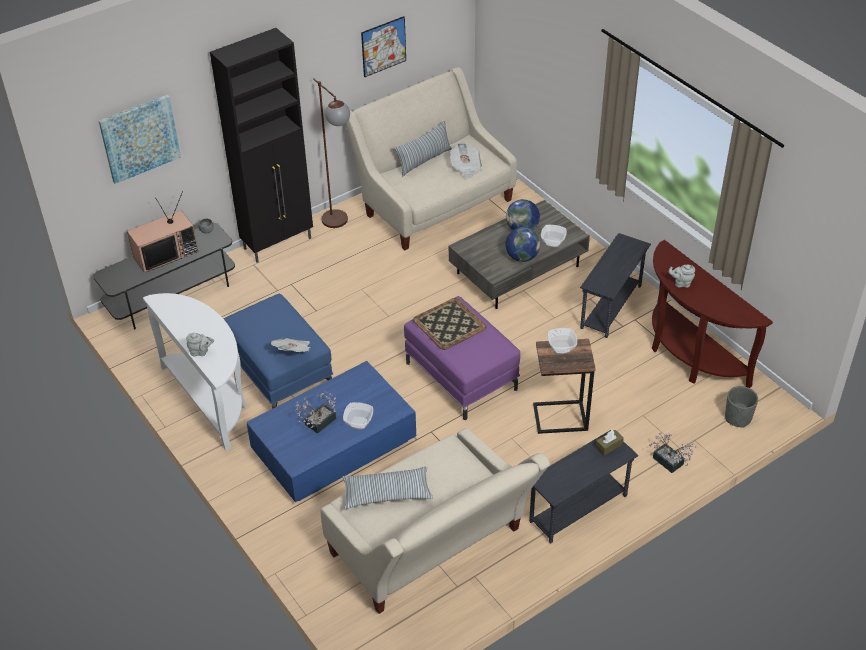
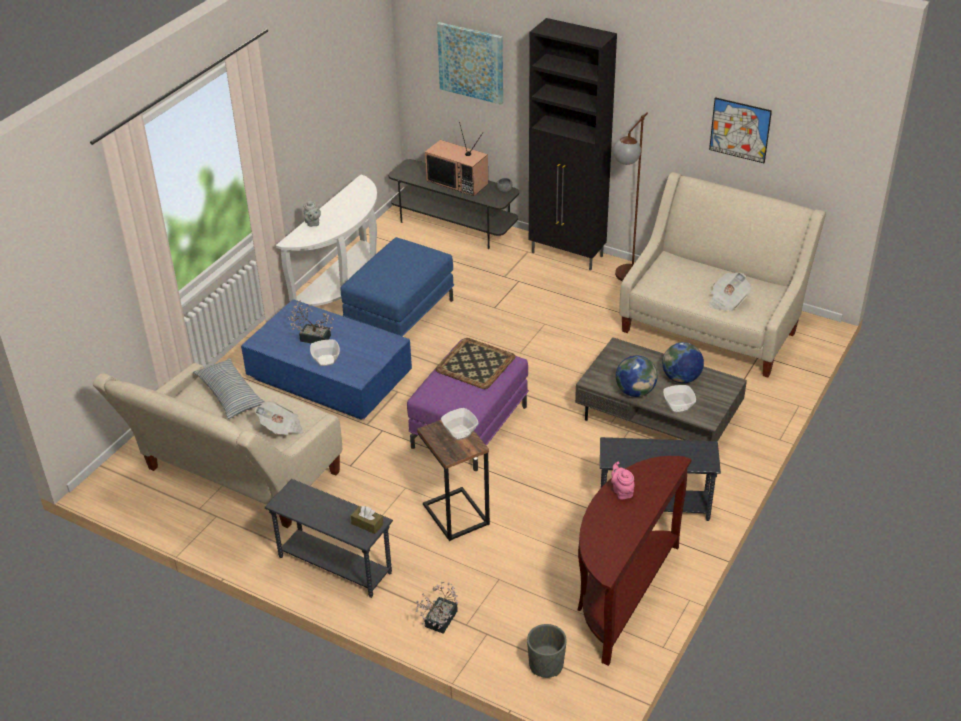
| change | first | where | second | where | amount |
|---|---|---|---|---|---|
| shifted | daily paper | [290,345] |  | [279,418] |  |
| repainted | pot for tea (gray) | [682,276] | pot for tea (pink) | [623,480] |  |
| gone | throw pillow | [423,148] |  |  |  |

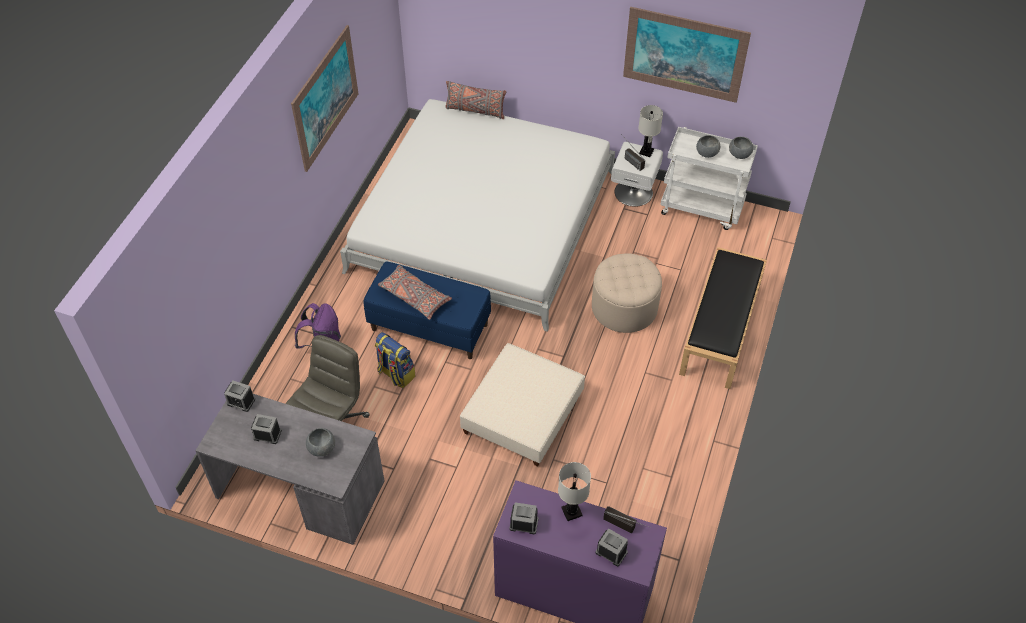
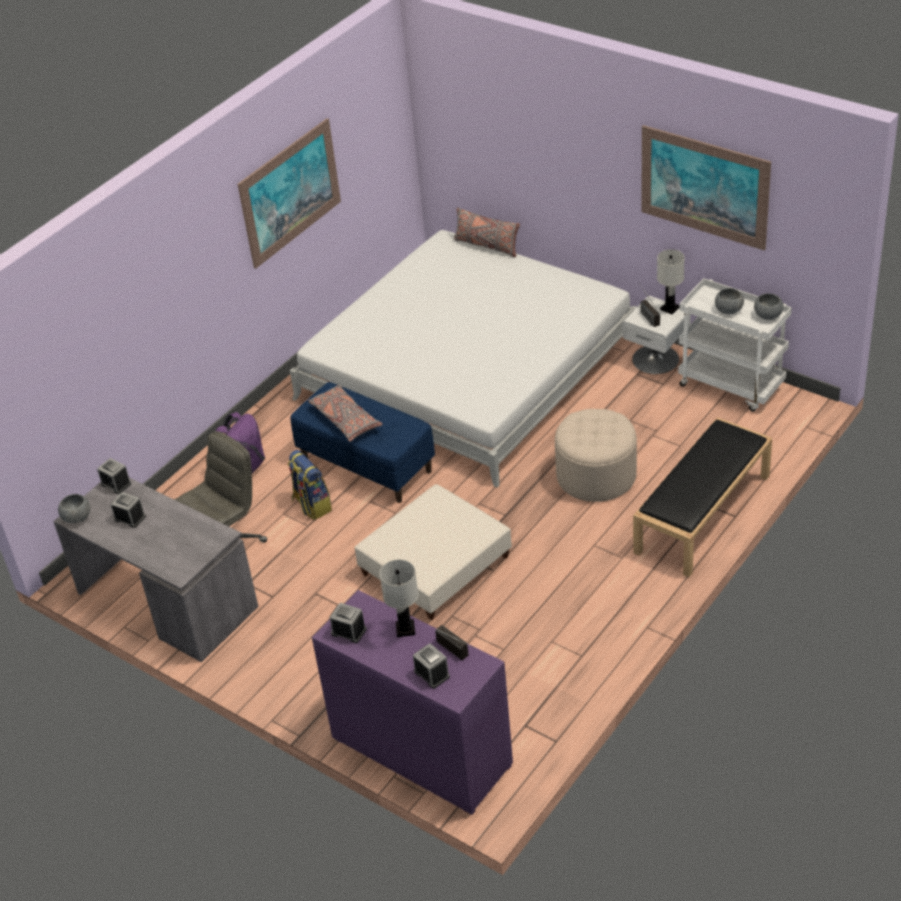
| change | first | where | second | where | amount |
|---|---|---|---|---|---|
| shifted | serving bowl (gray) | [320,442] |  | [74,508] |  |

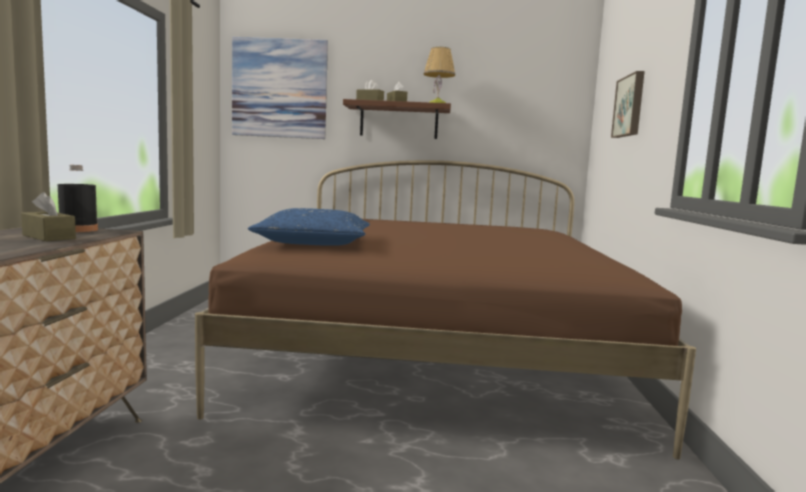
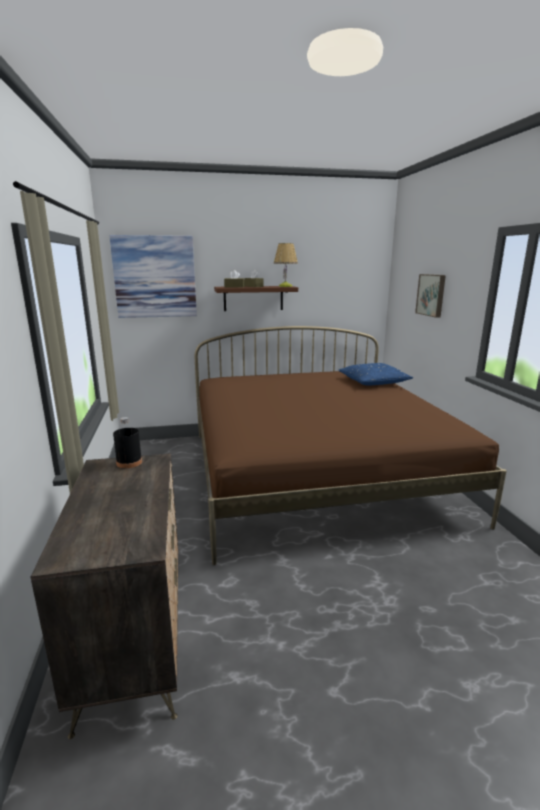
| change | first | where | second | where | amount |
|---|---|---|---|---|---|
| shifted | throw pillow (blue-coloured) | [309,227] |  | [375,374] |  |
| gone | tissue box (brown) | [48,216] |  |  |  |

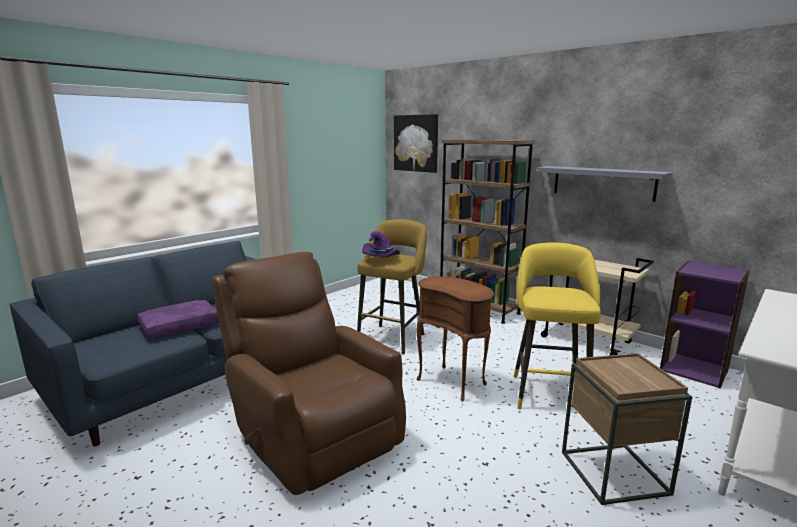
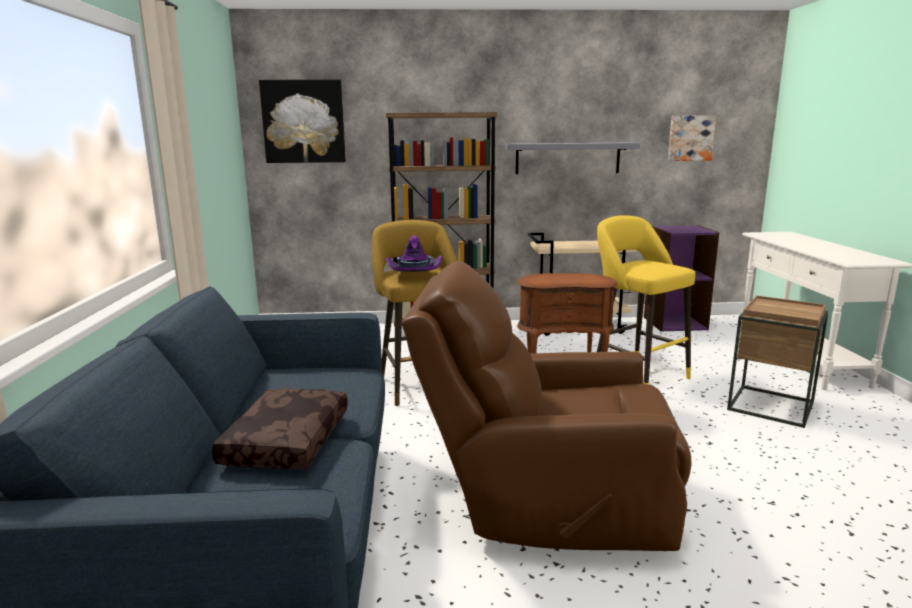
| change | first | where | second | where | amount |
|---|---|---|---|---|---|
| repainted | throw pillow (purple) | [178,319] | throw pillow (brown) | [280,428] |  |
| new |  |  | picture | [692,138] |  |

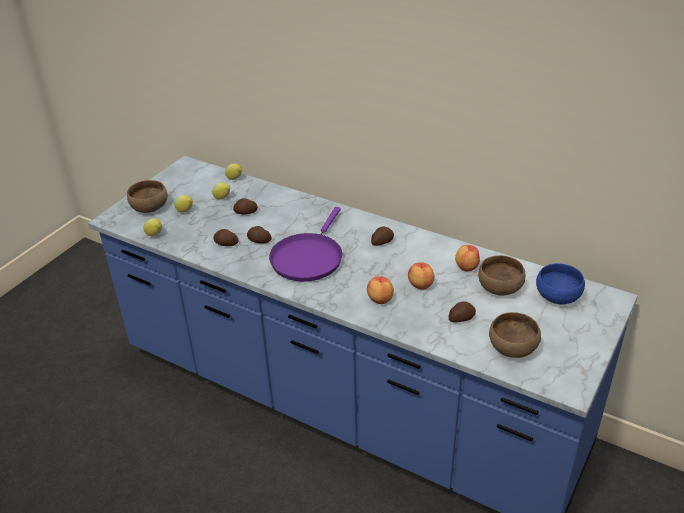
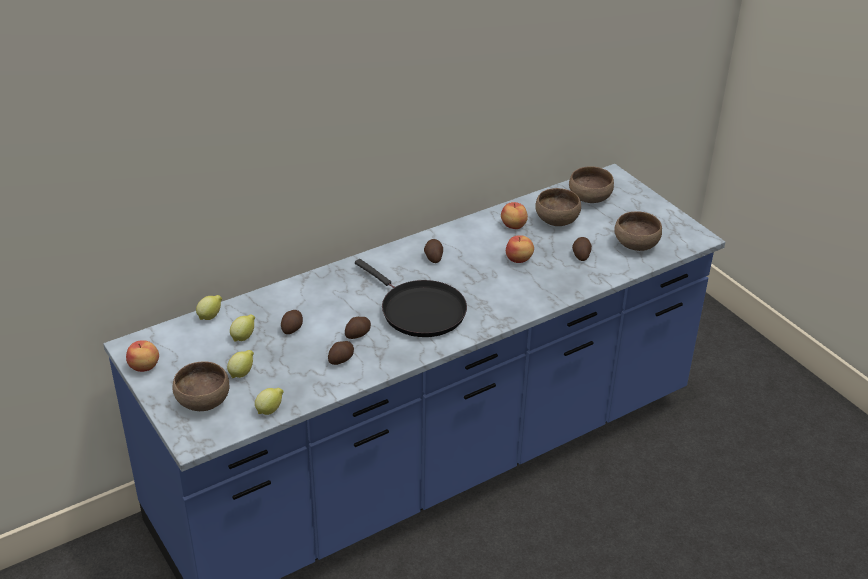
| change | first | where | second | where | amount |
|---|---|---|---|---|---|
| shifted | apple fruit | [380,290] |  | [142,356] |  |
| repainted | skillet (purple) | [305,244] | skillet (black) | [411,298] |  |
| repainted | serving bowl (blue-coloured) | [560,284] | serving bowl (brown) | [591,184] |  |

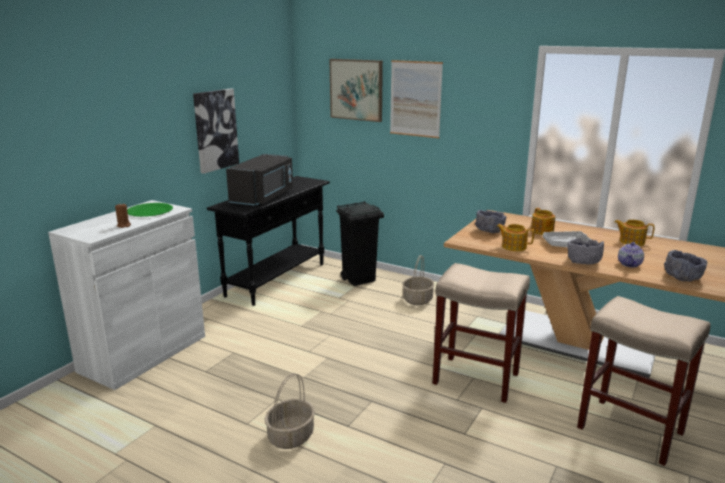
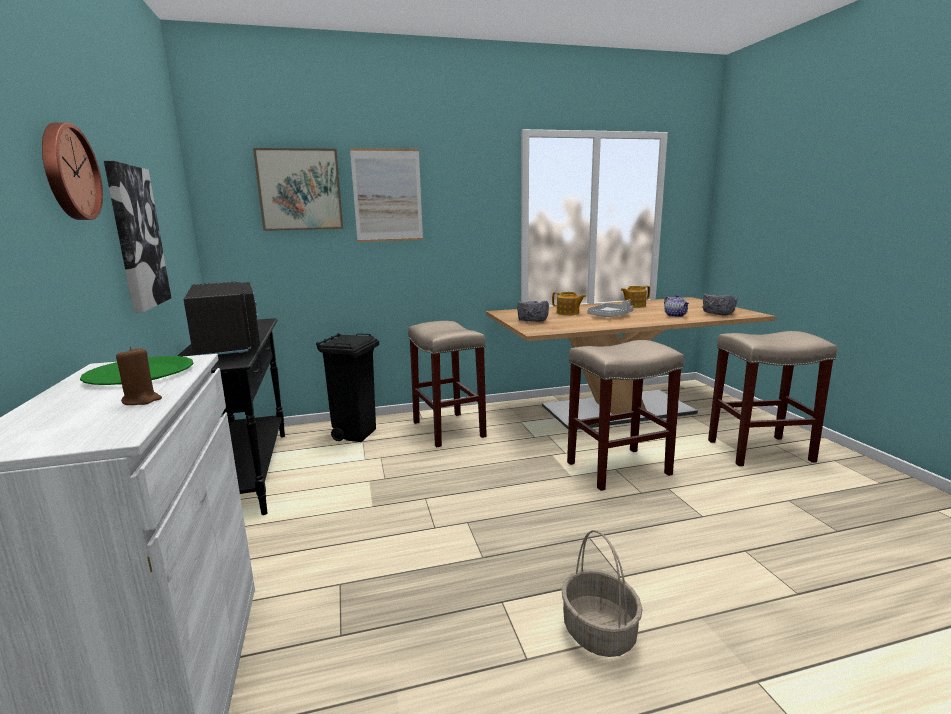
| change | first | where | second | where | amount |
|---|---|---|---|---|---|
| new |  |  | wall clock | [72,171] |  |
| swapped | household basket | [418,280] | stool seat (sand-coloured) | [447,384] |  |
| gone | pot for tea | [515,237] |  |  |  |
| gone | serving bowl (gray) | [585,251] |  |  |  |

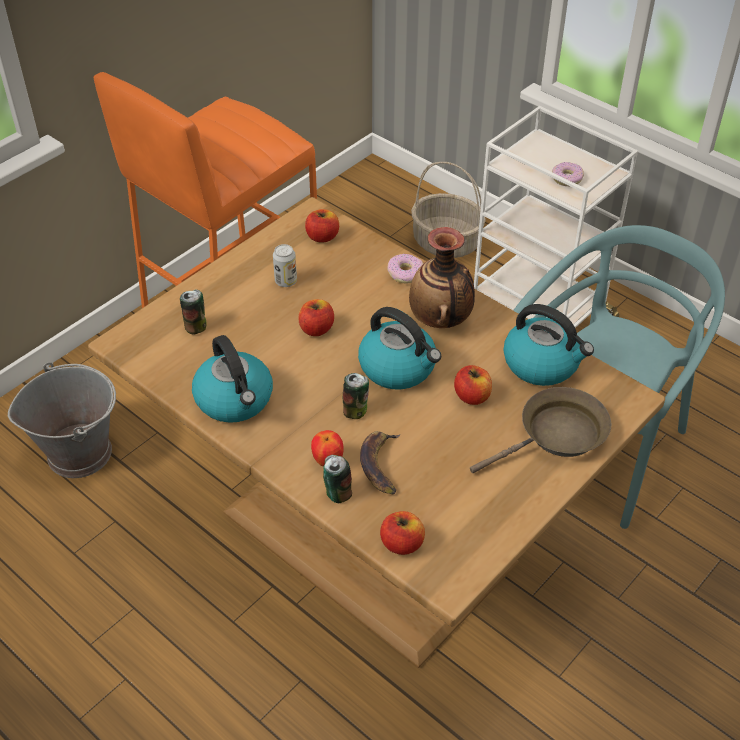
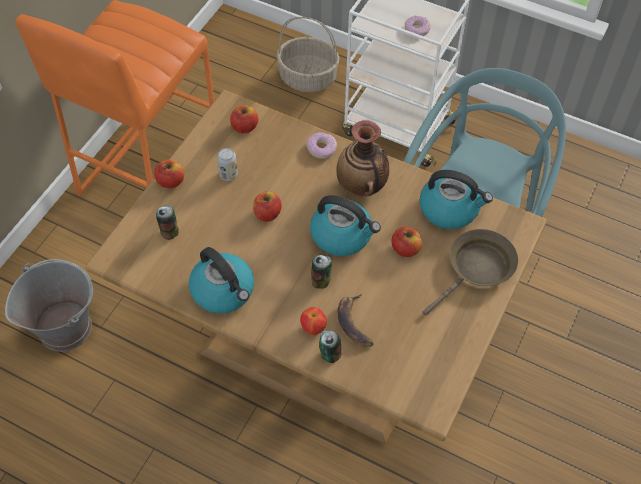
| change | first | where | second | where | amount |
|---|---|---|---|---|---|
| shifted | apple fruit | [402,533] |  | [169,174] |  |

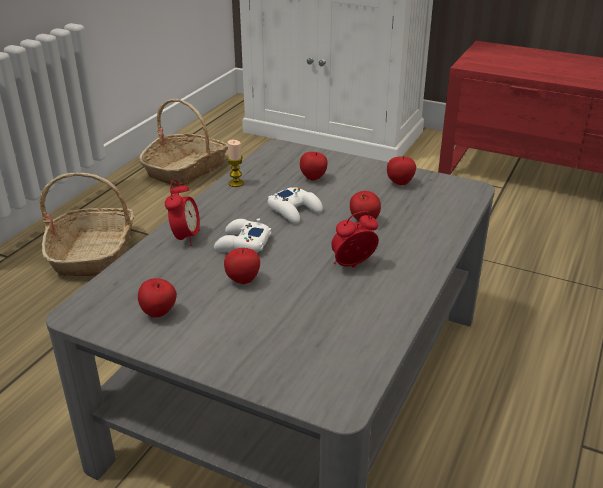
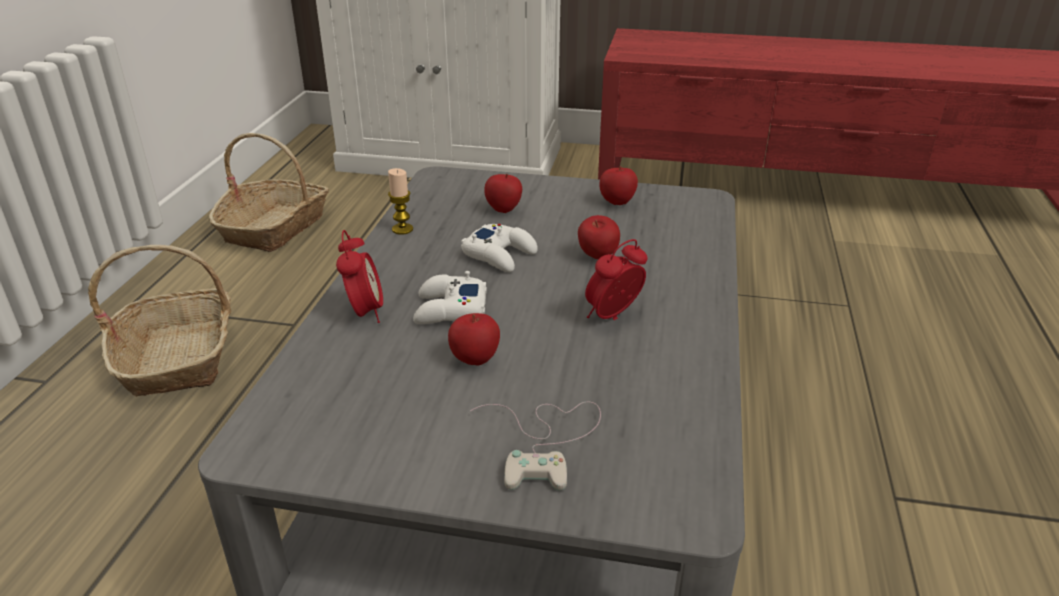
| change | first | where | second | where | amount |
|---|---|---|---|---|---|
| new |  |  | game controller (whitish) | [535,445] |  |
| gone | apple fruit | [157,298] |  |  |  |

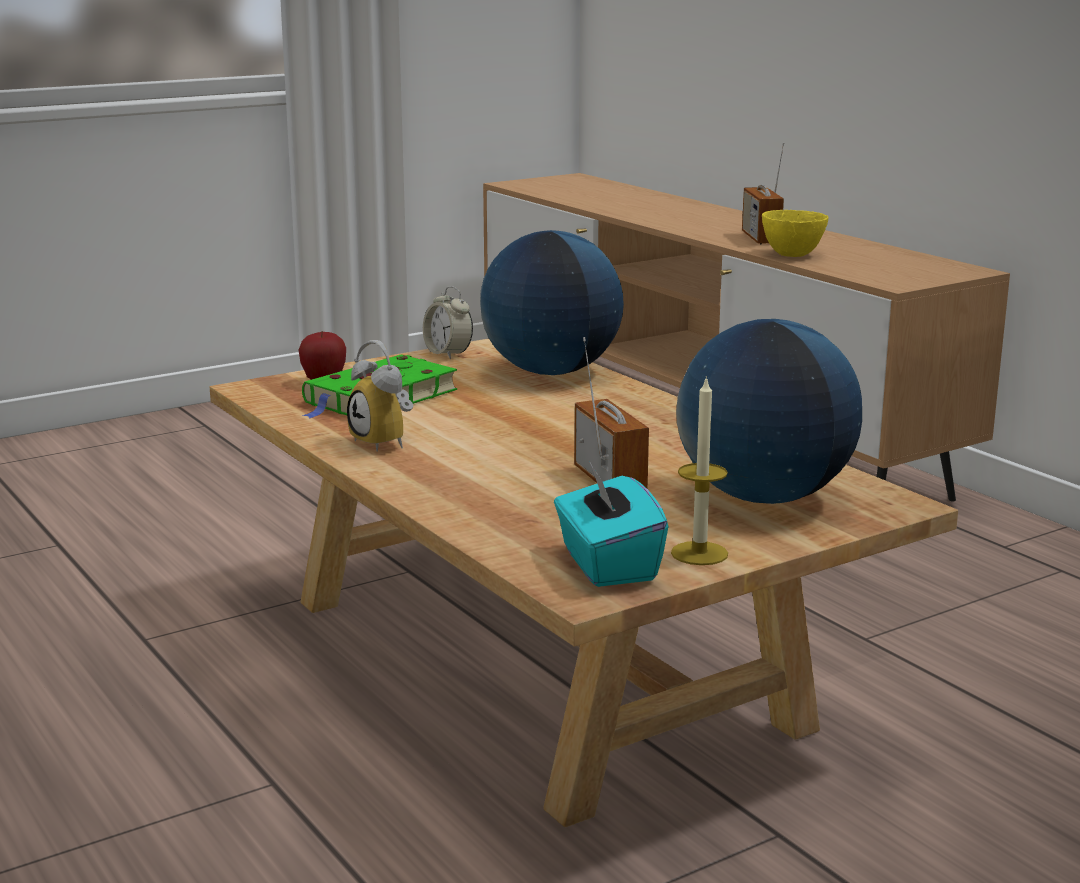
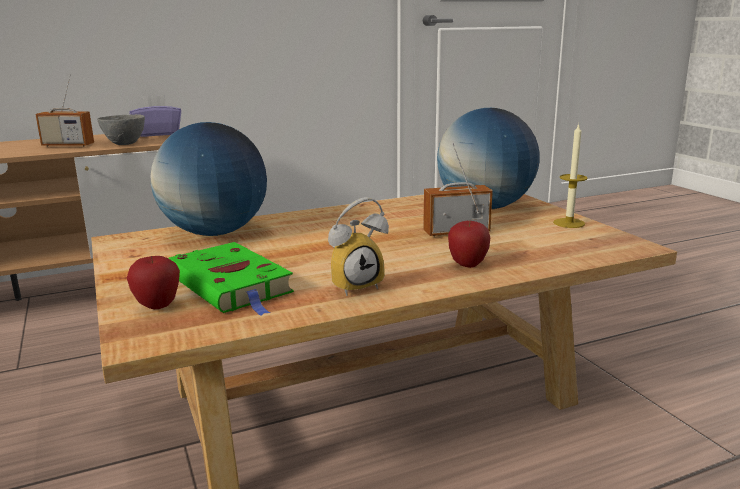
| change | first | where | second | where | amount |
|---|---|---|---|---|---|
| repainted | serving bowl (yellow) | [795,233] | serving bowl (gray) | [121,129] |  |
| new |  |  | tissue box (purple) | [155,116] |  |
| new |  |  | apple fruit | [469,244] |  |
| gone | table clock | [448,322] |  |  |  |
| gone | tissue box (blue-green) | [611,525] |  |  |  |

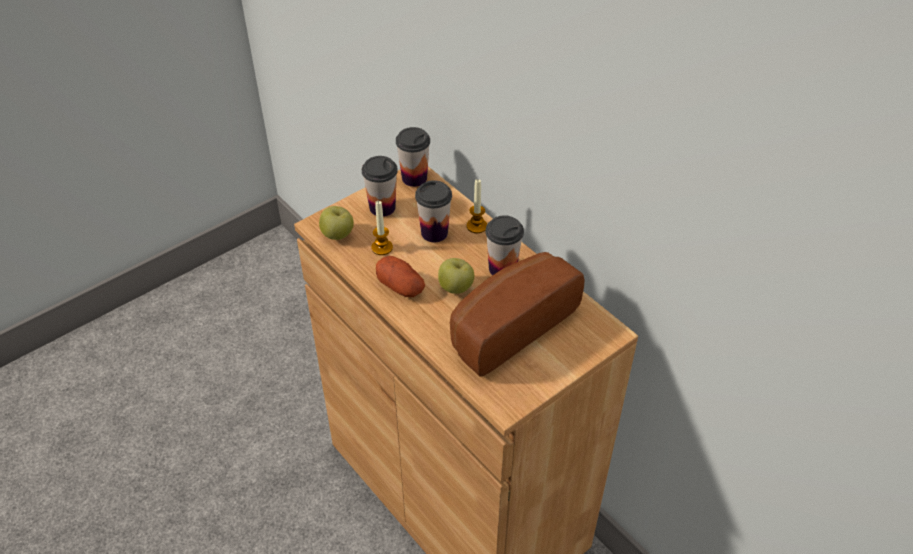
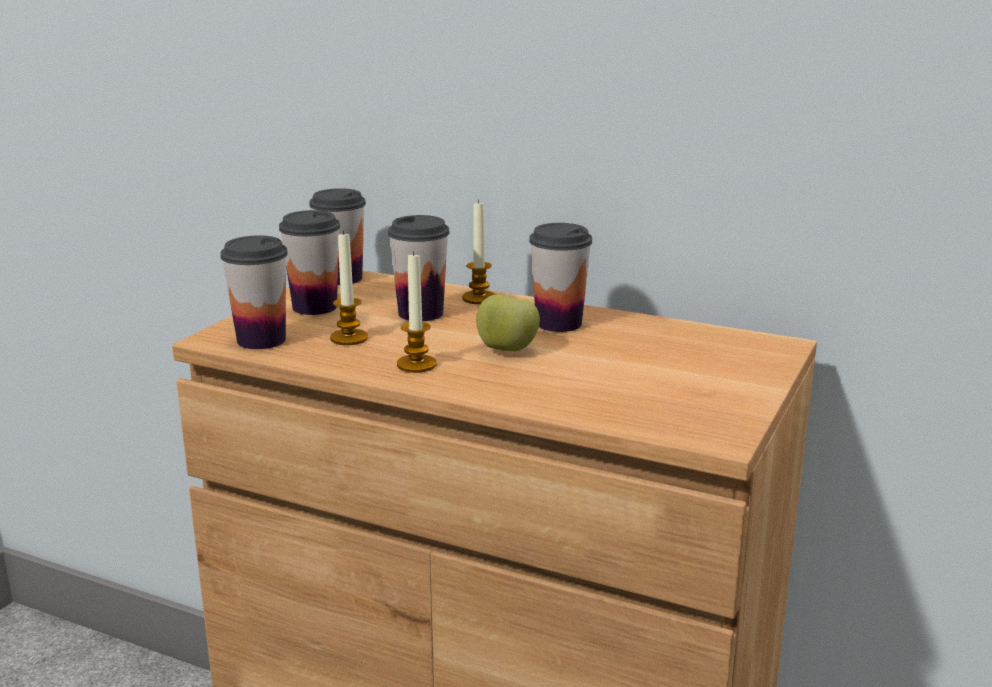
| change | first | where | second | where | amount |
|---|---|---|---|---|---|
| swapped | apple fruit | [336,223] | small cup | [254,292] |  |
| swapped | spud | [400,276] | candle | [417,312] |  |
| gone | bakery bread | [517,314] |  |  |  |

